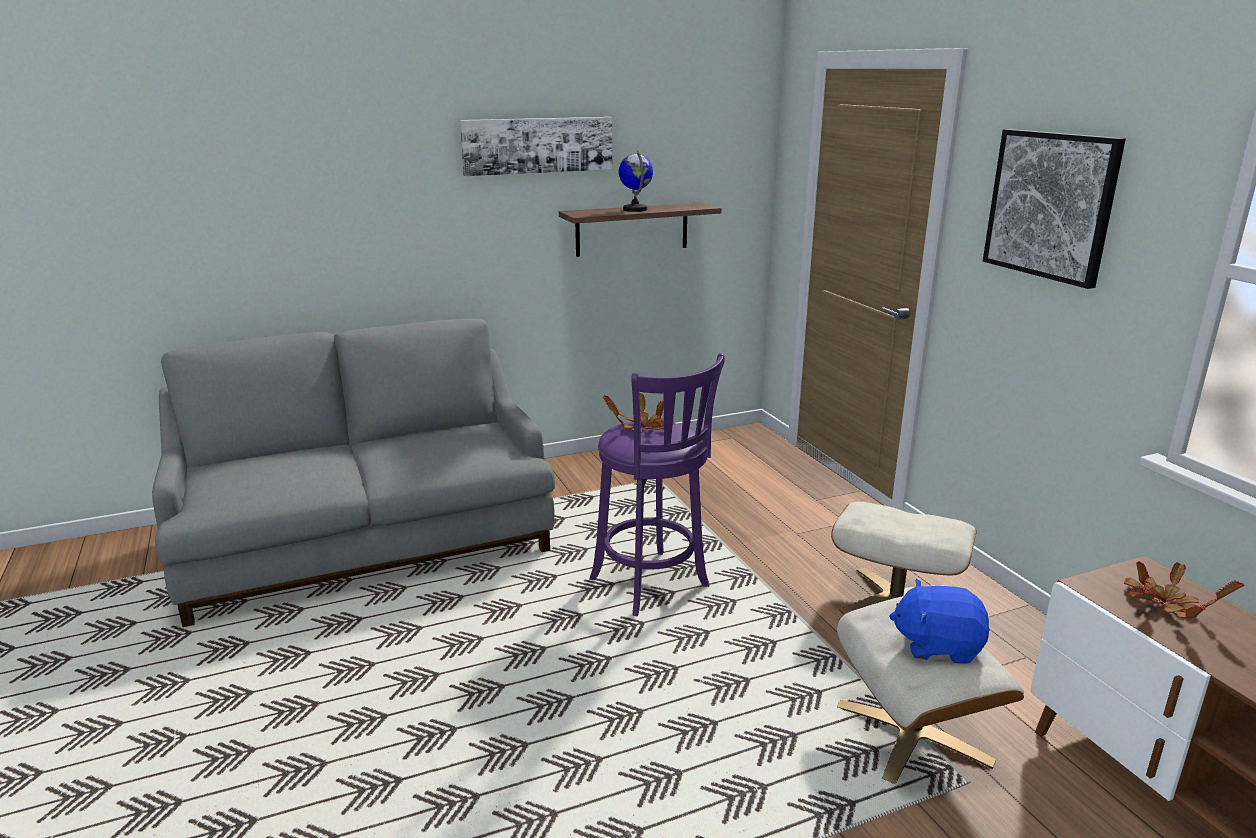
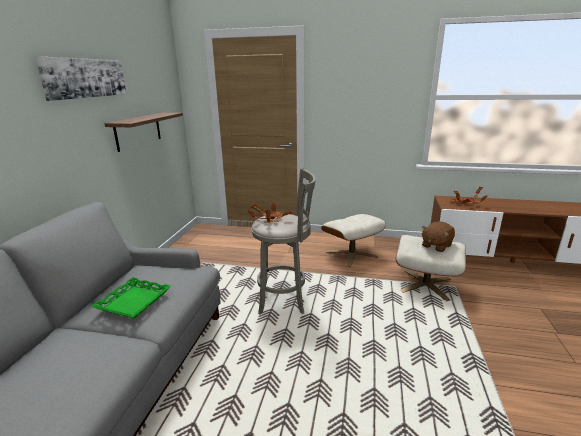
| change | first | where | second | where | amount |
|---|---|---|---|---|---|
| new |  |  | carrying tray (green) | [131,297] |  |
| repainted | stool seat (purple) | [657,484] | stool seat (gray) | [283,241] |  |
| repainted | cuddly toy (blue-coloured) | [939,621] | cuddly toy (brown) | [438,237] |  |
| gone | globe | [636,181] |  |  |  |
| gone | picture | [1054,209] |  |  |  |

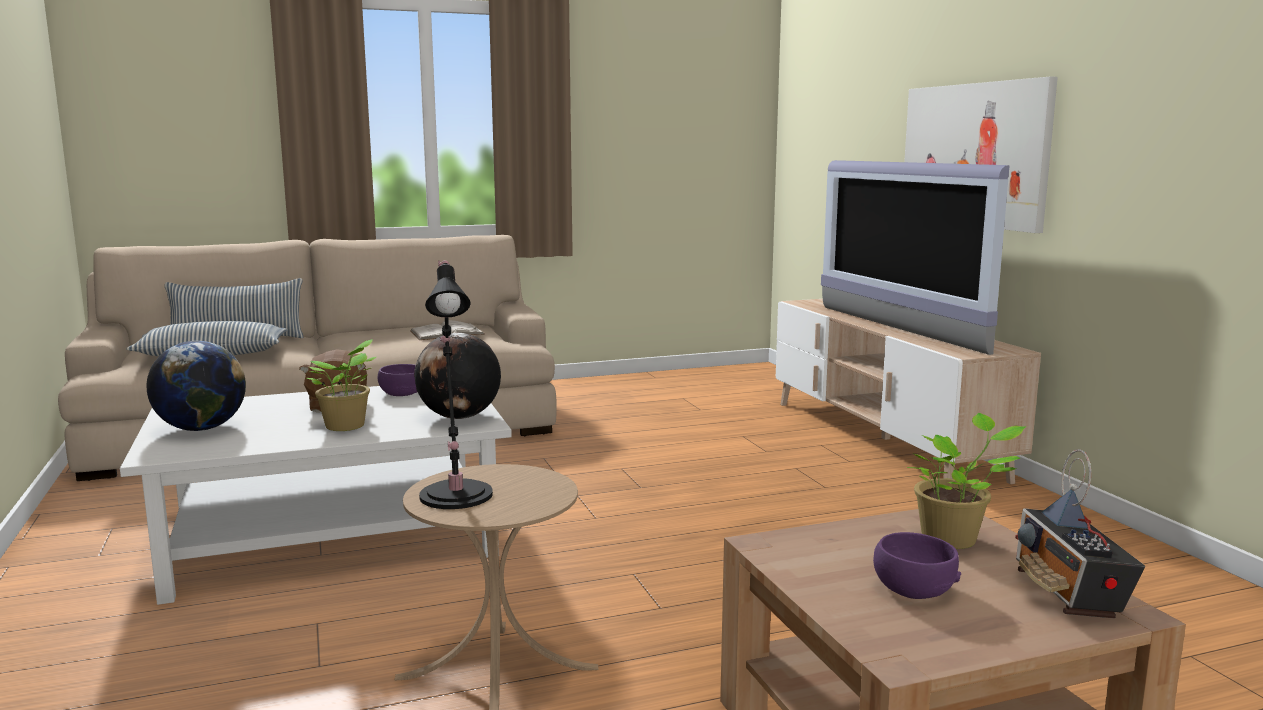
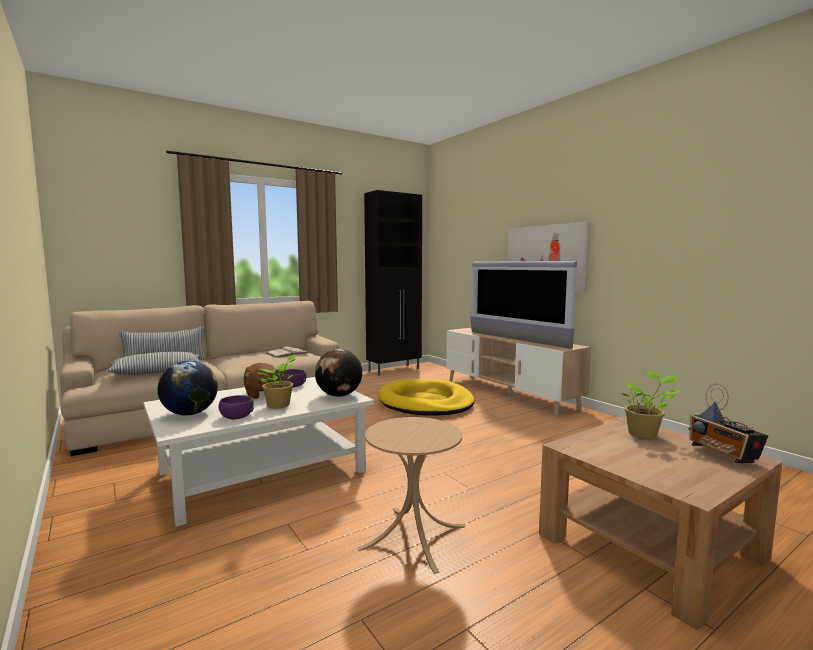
| change | first | where | second | where | amount |
|---|---|---|---|---|---|
| shifted | serving bowl (purple) | [917,565] |  | [236,407] |  |
| new |  |  | cabinet (black) | [393,282] |  |
| new |  |  | pet bed (yellow) | [426,397] |  |
| gone | table lamp (black) | [456,384] |  |  |  |

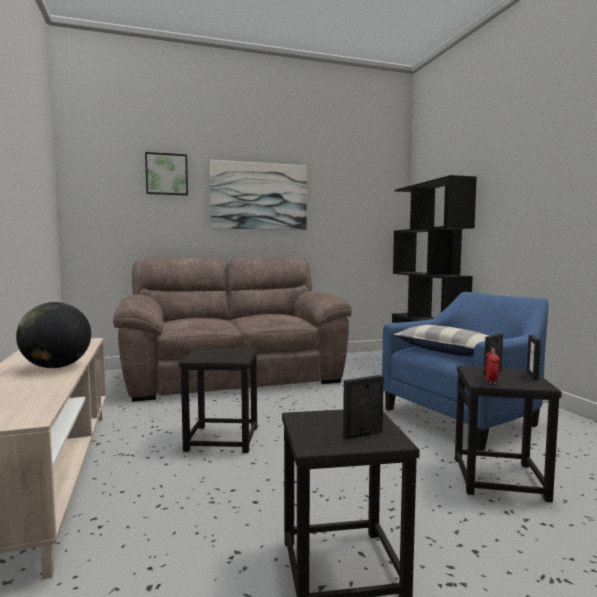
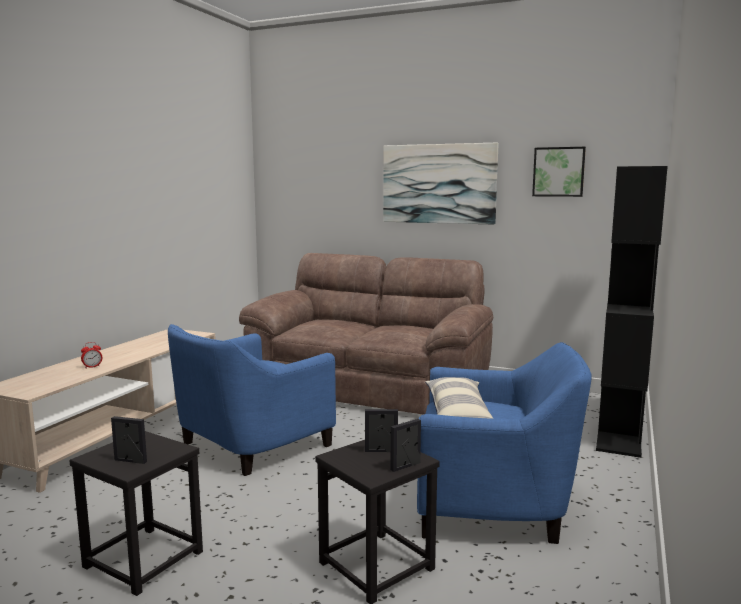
| change | first | where | second | where | amount |
|---|---|---|---|---|---|
| shifted | table clock | [493,366] |  | [91,355] |  |
| swapped | stool seat (black) | [218,400] | armchair (blue-coloured) | [252,400] |  |
| shifted | picture | [166,174] |  | [559,172] |  |
| gone | globe | [53,335] |  |  |  |

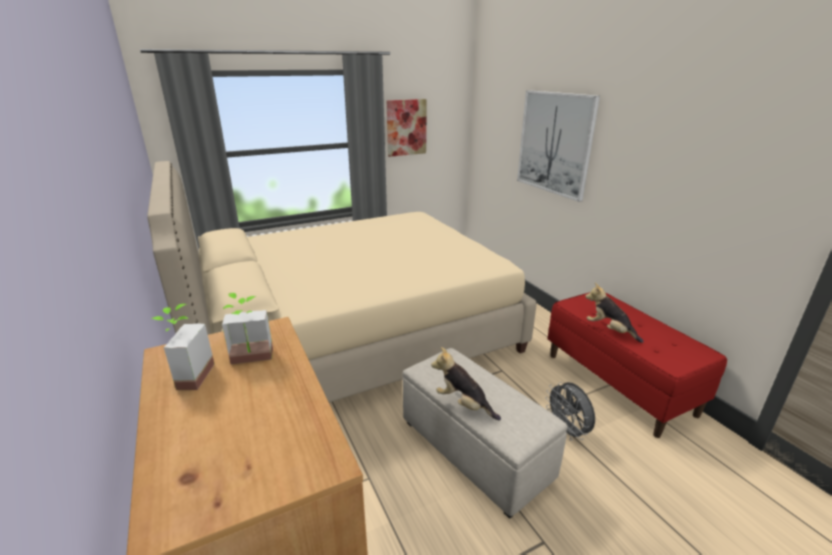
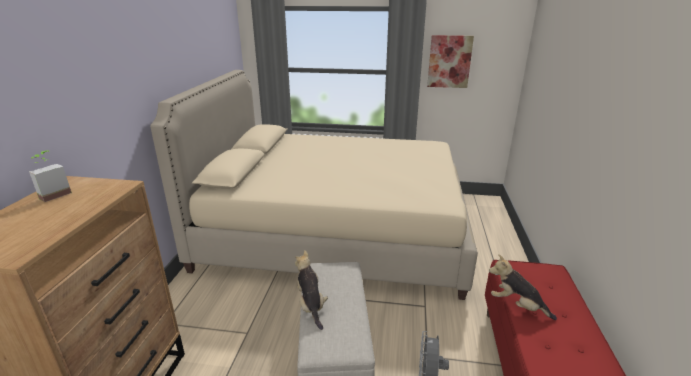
| change | first | where | second | where | amount |
|---|---|---|---|---|---|
| rotated | cuddly toy | [614,313] |  | [523,287] | 45 degrees counterclockwise |
| gone | plant in a pot | [247,329] |  |  |  |
| gone | picture | [558,146] |  |  |  |

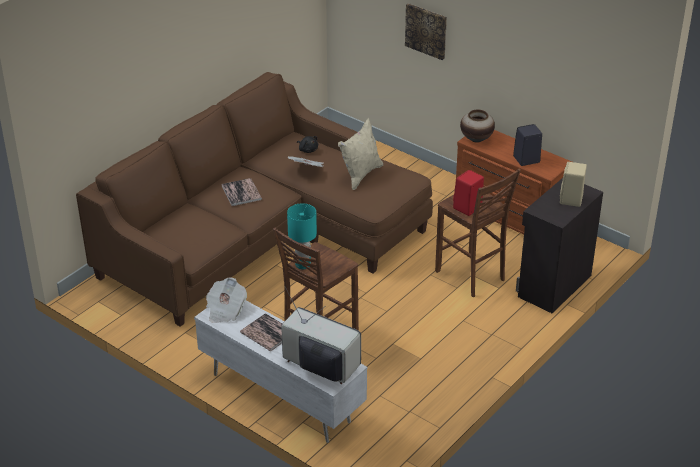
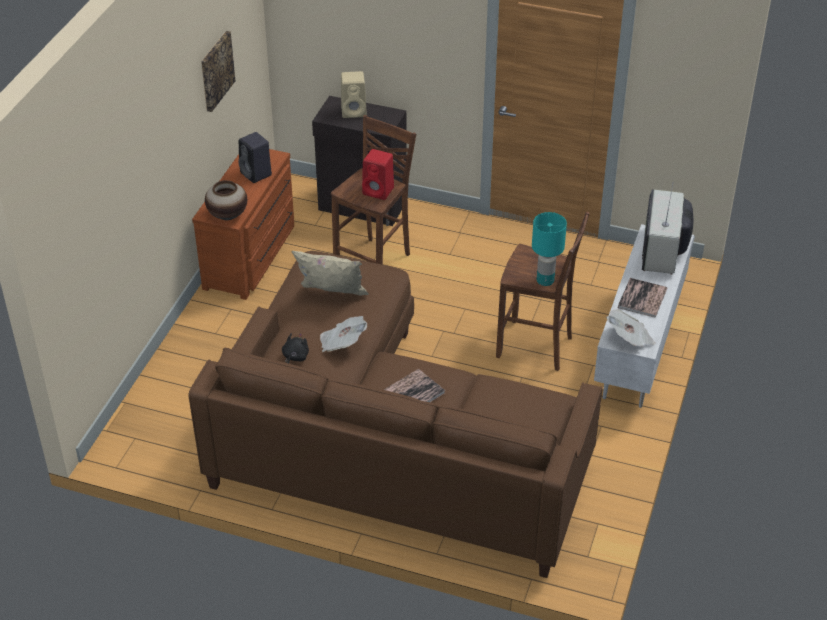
| change | first | where | second | where | amount |
|---|---|---|---|---|---|
| shifted | picture | [426,31] |  | [218,71] |  |

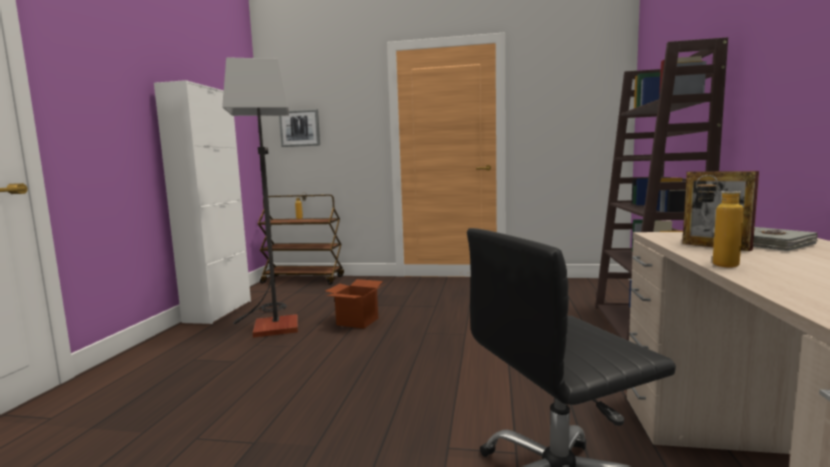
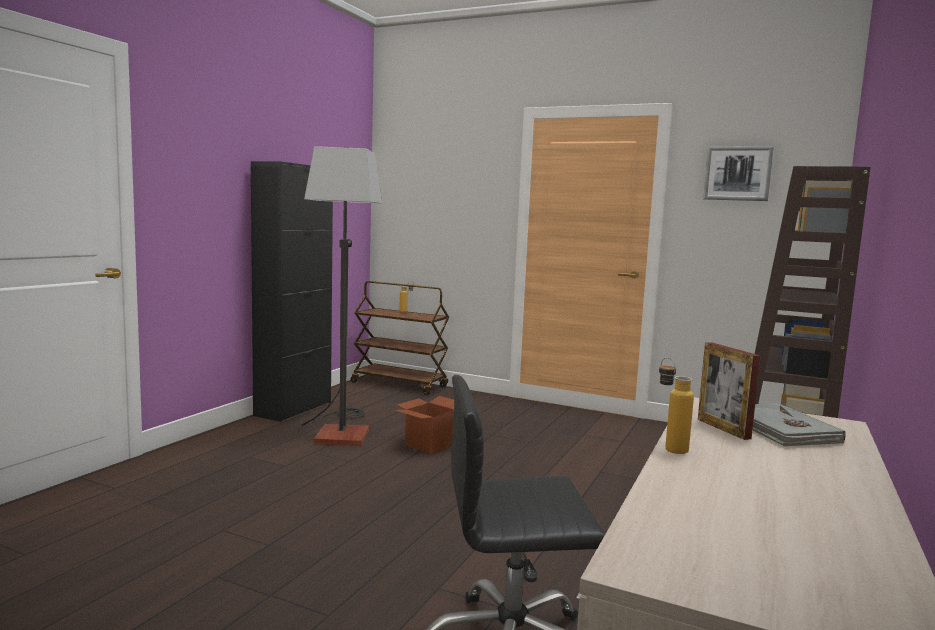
| change | first | where | second | where | amount |
|---|---|---|---|---|---|
| repainted | cabinet (whitish) | [202,202] | cabinet (black) | [292,291] |  |
| shifted | picture | [299,128] |  | [738,173] |  |

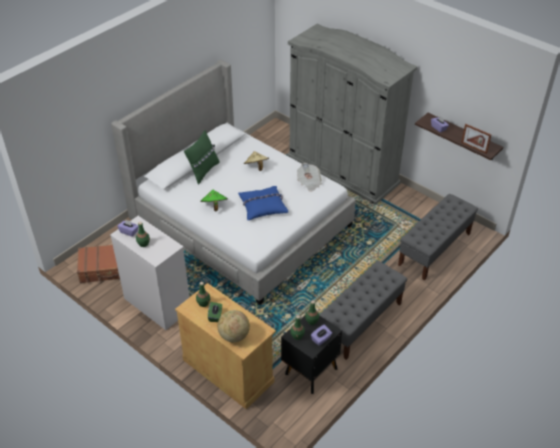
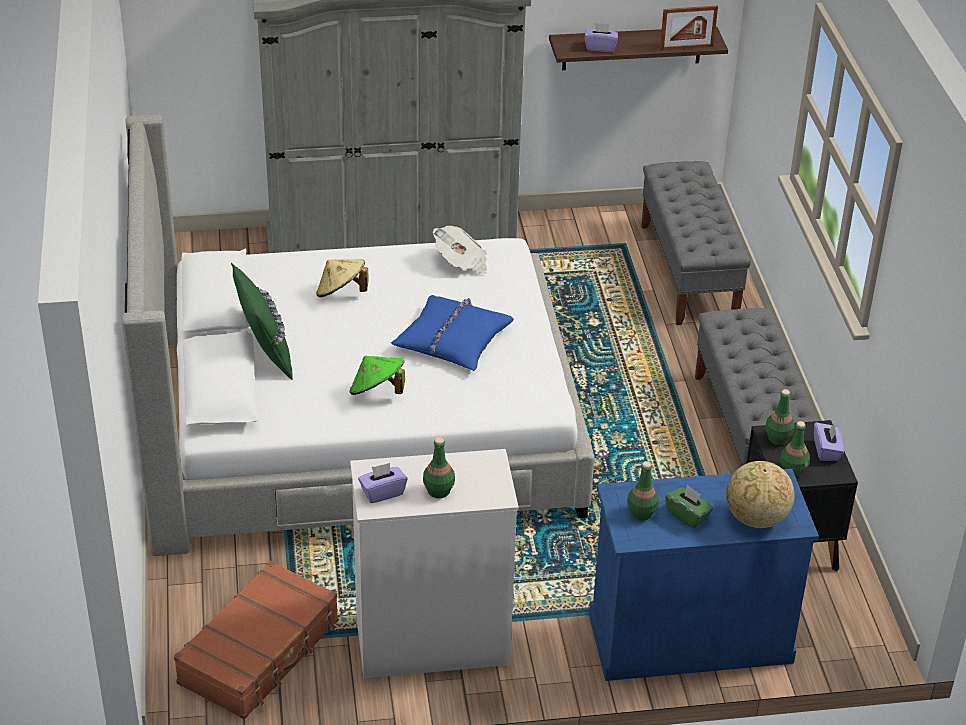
| change | first | where | second | where | amount |
|---|---|---|---|---|---|
| repainted | cabinet (sand-coloured) | [225,346] | cabinet (blue-coloured) | [704,575] |  |

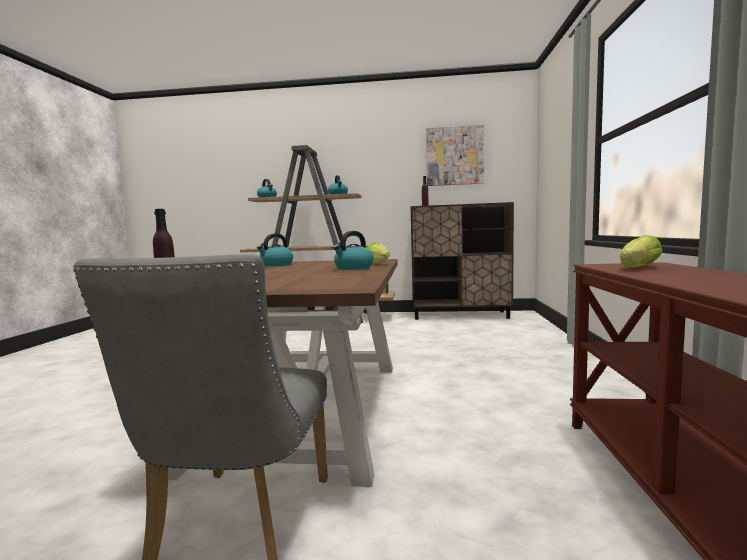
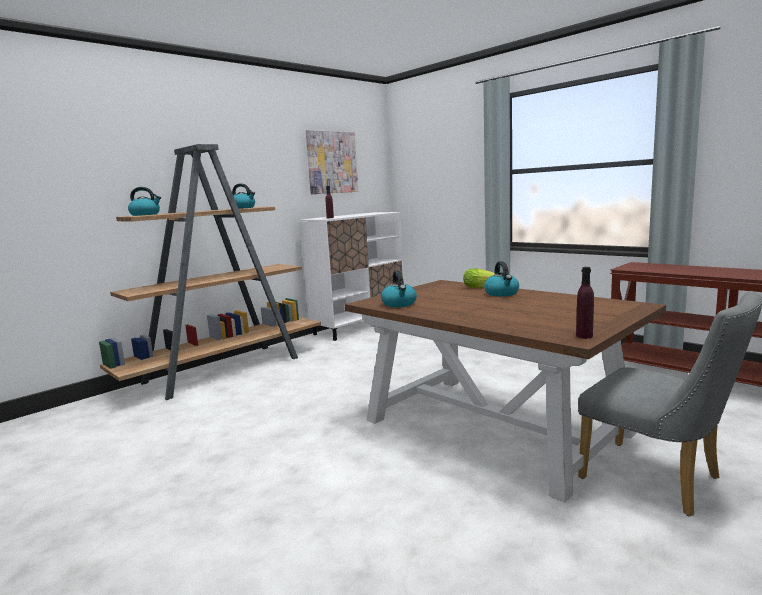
| change | first | where | second | where | amount |
|---|---|---|---|---|---|
| repainted | cabinet (brown) | [462,261] | cabinet (whitish) | [352,276] |  |
| gone | lettuce | [641,251] |  |  |  |

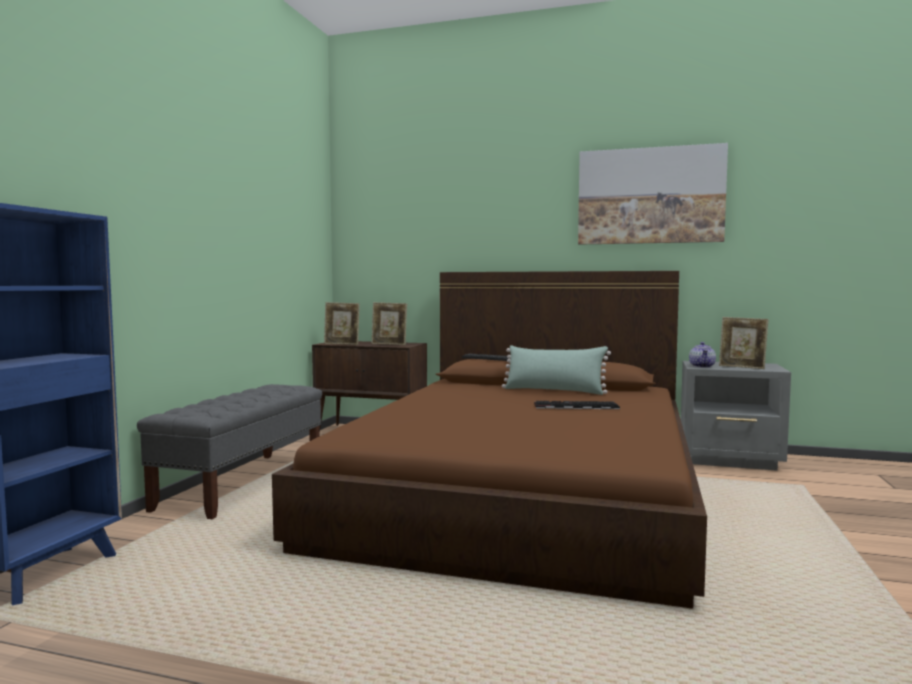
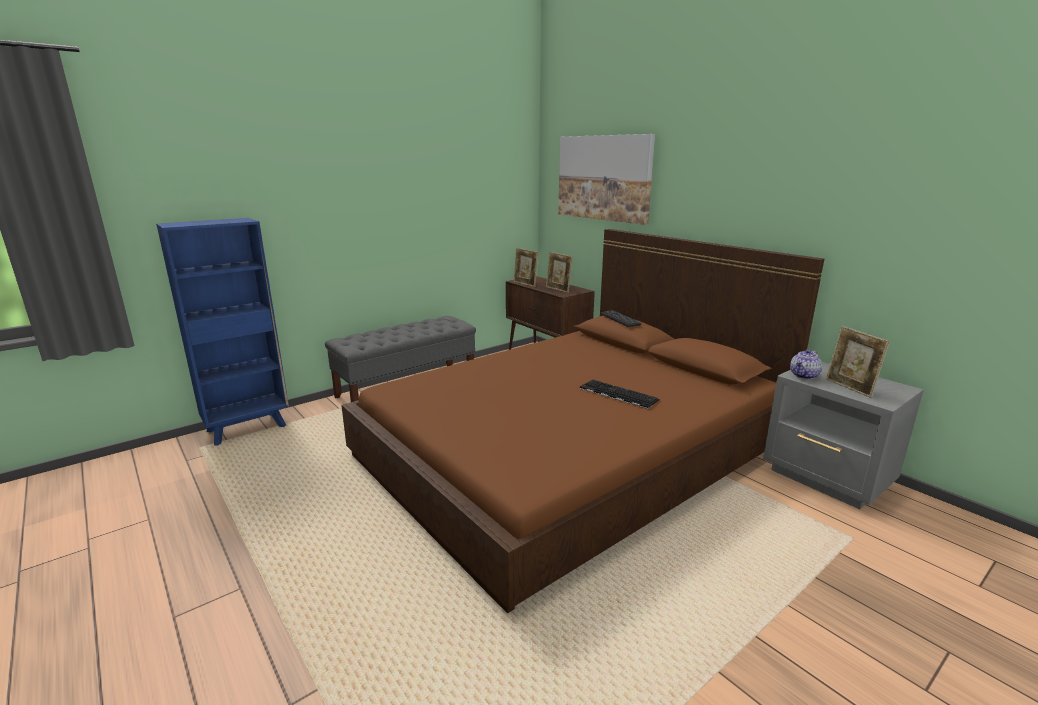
| change | first | where | second | where | amount |
|---|---|---|---|---|---|
| shifted | picture | [653,194] |  | [606,179] |  |
| gone | throw pillow (green) | [556,370] |  |  |  |

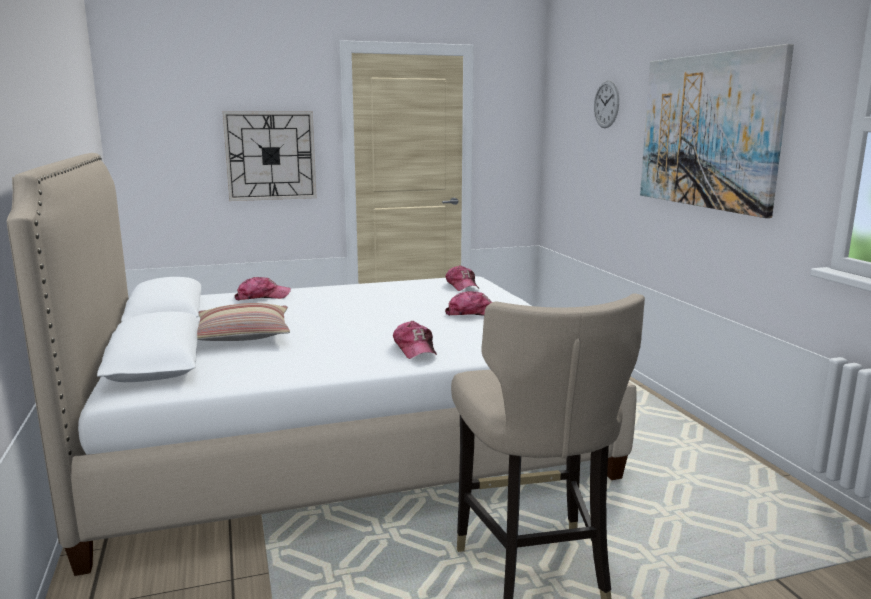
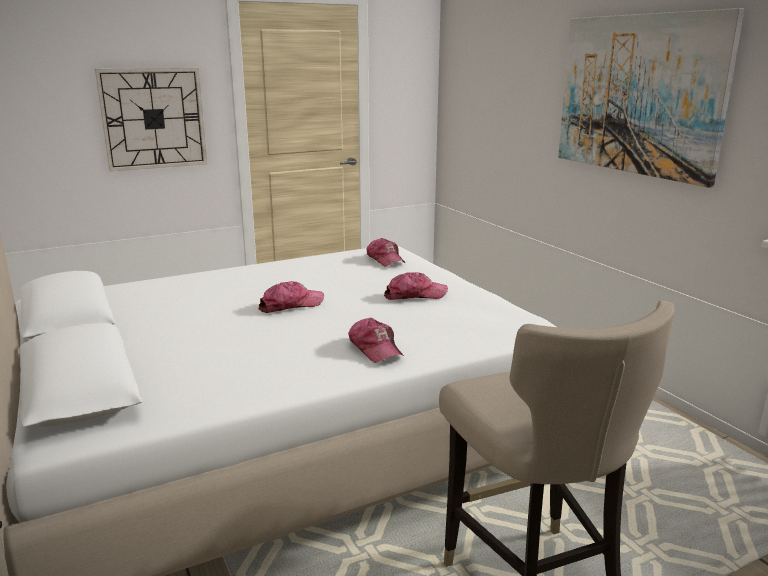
| change | first | where | second | where | amount |
|---|---|---|---|---|---|
| shifted | cap | [263,288] |  | [291,297] |  |
| gone | throw pillow | [243,322] |  |  |  |
| gone | wall clock | [606,104] |  |  |  |

